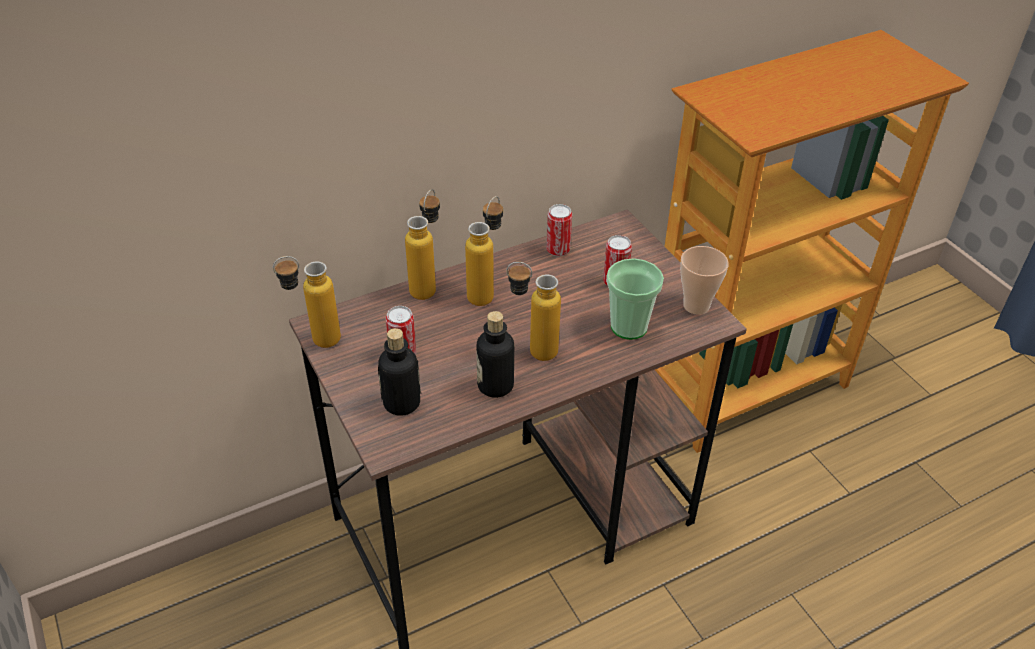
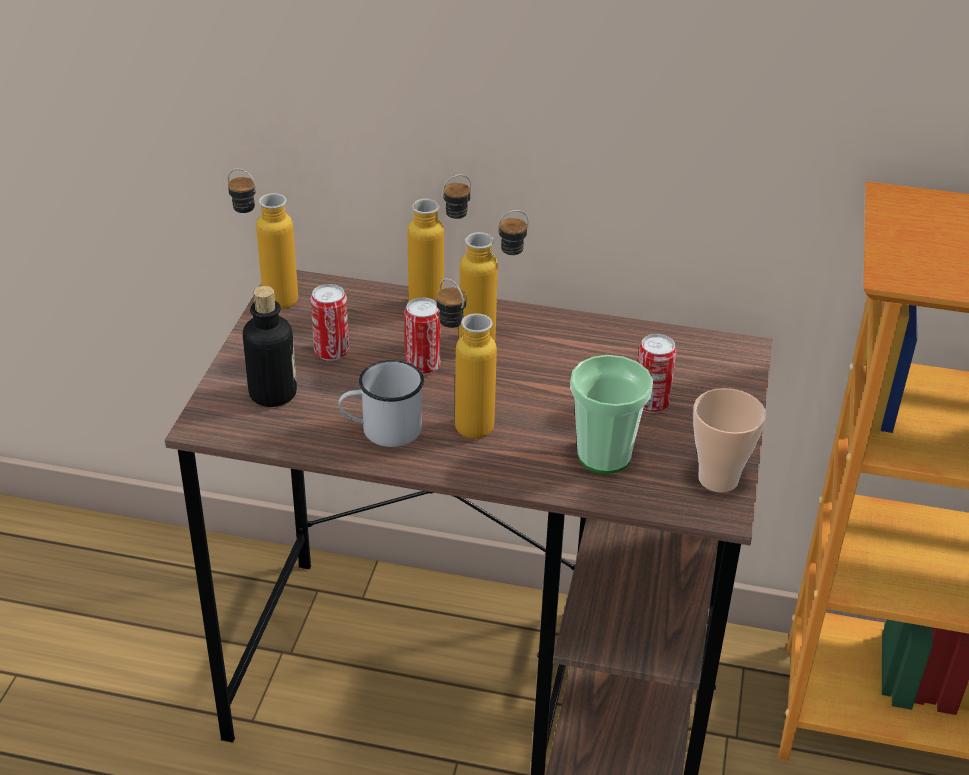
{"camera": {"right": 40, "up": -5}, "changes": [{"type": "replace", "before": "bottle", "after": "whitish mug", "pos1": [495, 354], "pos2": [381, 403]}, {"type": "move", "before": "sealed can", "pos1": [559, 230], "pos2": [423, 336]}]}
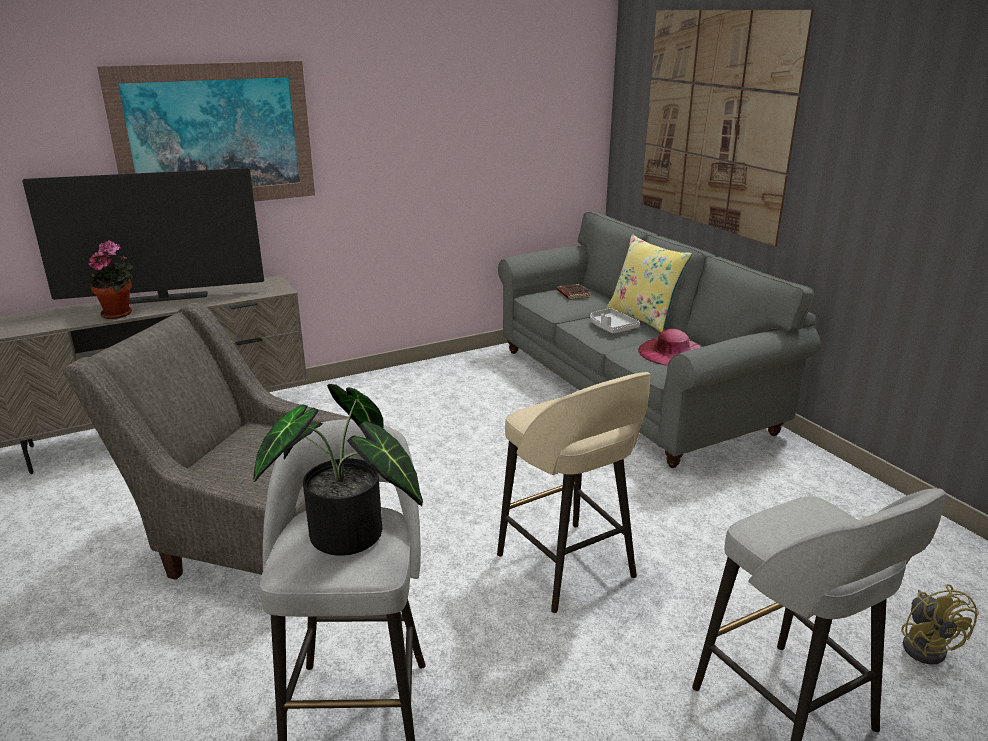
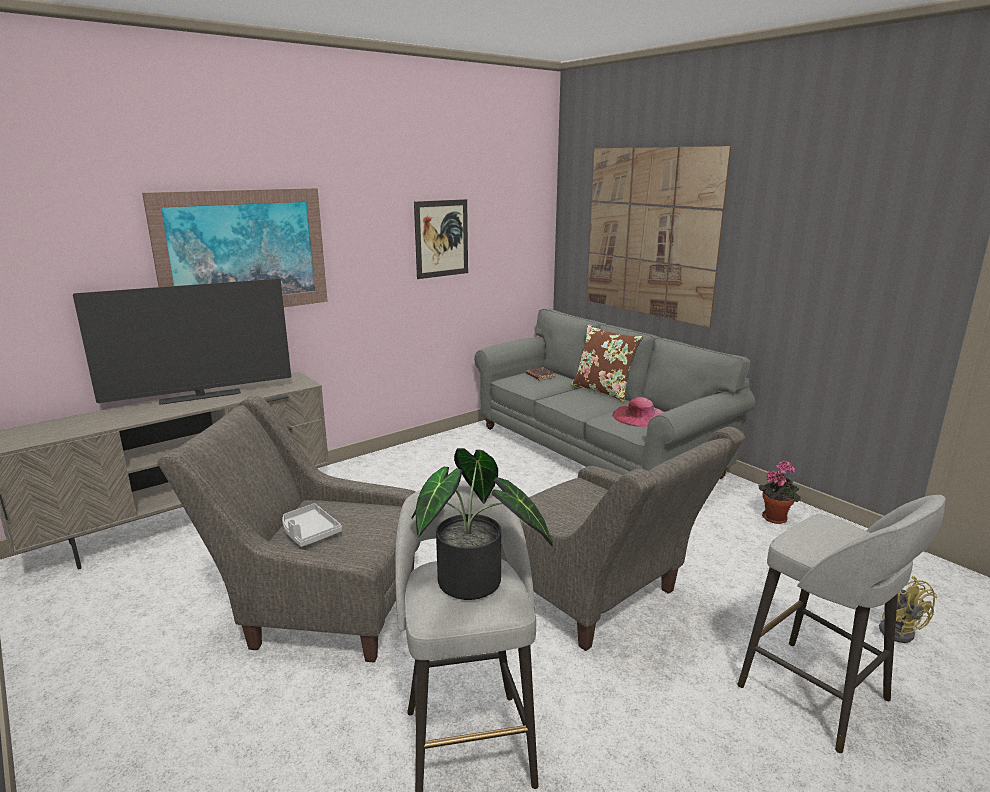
{"camera": {"right": -10, "up": -5}, "changes": [{"type": "move", "before": "gray carrying tray", "pos1": [615, 321], "pos2": [312, 525]}, {"type": "insert", "after": "picture", "pos2": [441, 239]}, {"type": "replace", "before": "beige sitting stool", "after": "gray armchair", "pos1": [574, 492], "pos2": [623, 539]}, {"type": "recolor", "before": "yellowish throw pillow", "after": "brown-coloured throw pillow", "pos1": [649, 283], "pos2": [607, 363]}, {"type": "move", "before": "potted plant", "pos1": [111, 279], "pos2": [780, 492]}]}
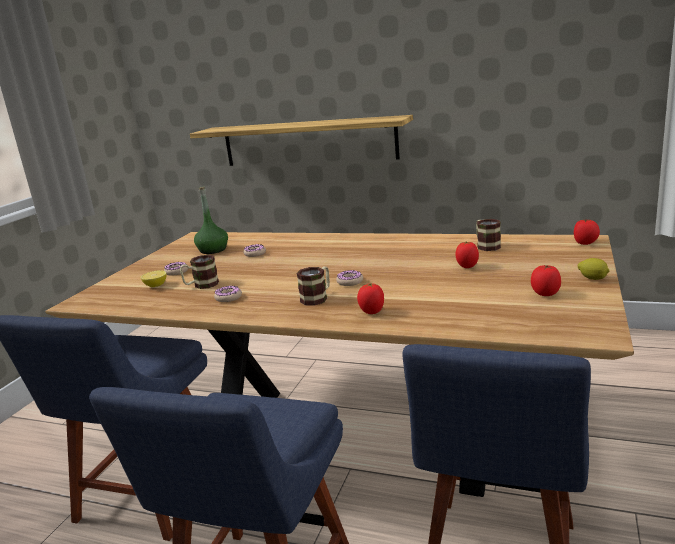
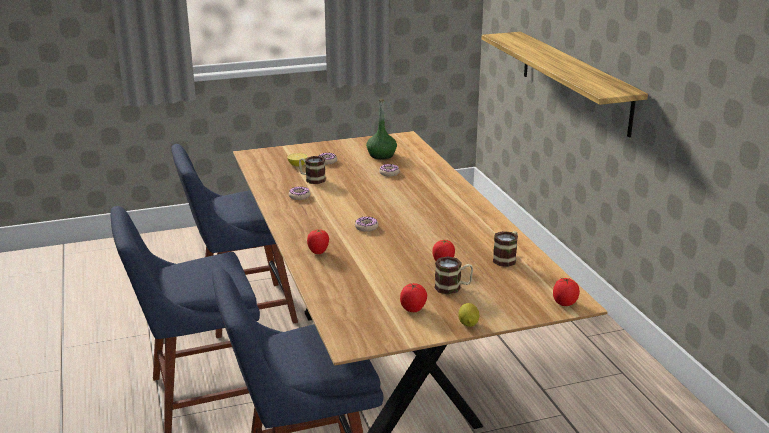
{"camera": {"right": 50, "up": 5}, "changes": [{"type": "move", "before": "mug", "pos1": [313, 286], "pos2": [454, 275]}]}
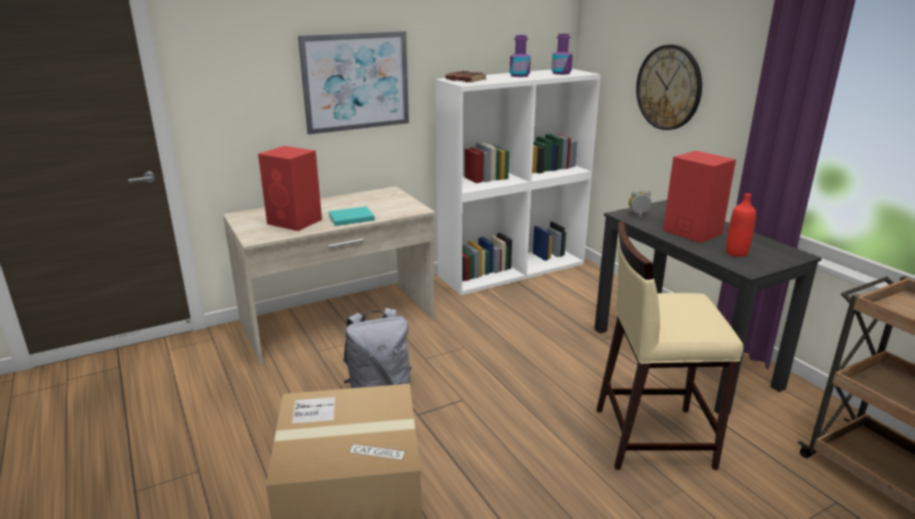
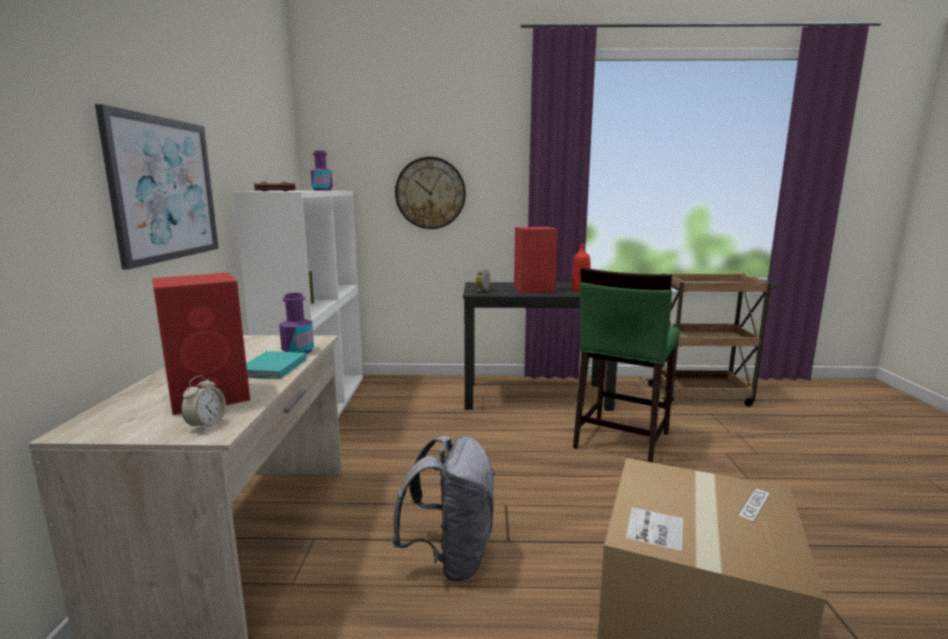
{"camera": {"right": -60, "up": -10}, "changes": [{"type": "insert", "after": "table clock", "pos2": [203, 403]}, {"type": "move", "before": "purple bottle", "pos1": [520, 56], "pos2": [296, 323]}, {"type": "recolor", "before": "beige sitting stool", "after": "greenish sitting stool", "pos1": [669, 345], "pos2": [626, 365]}]}
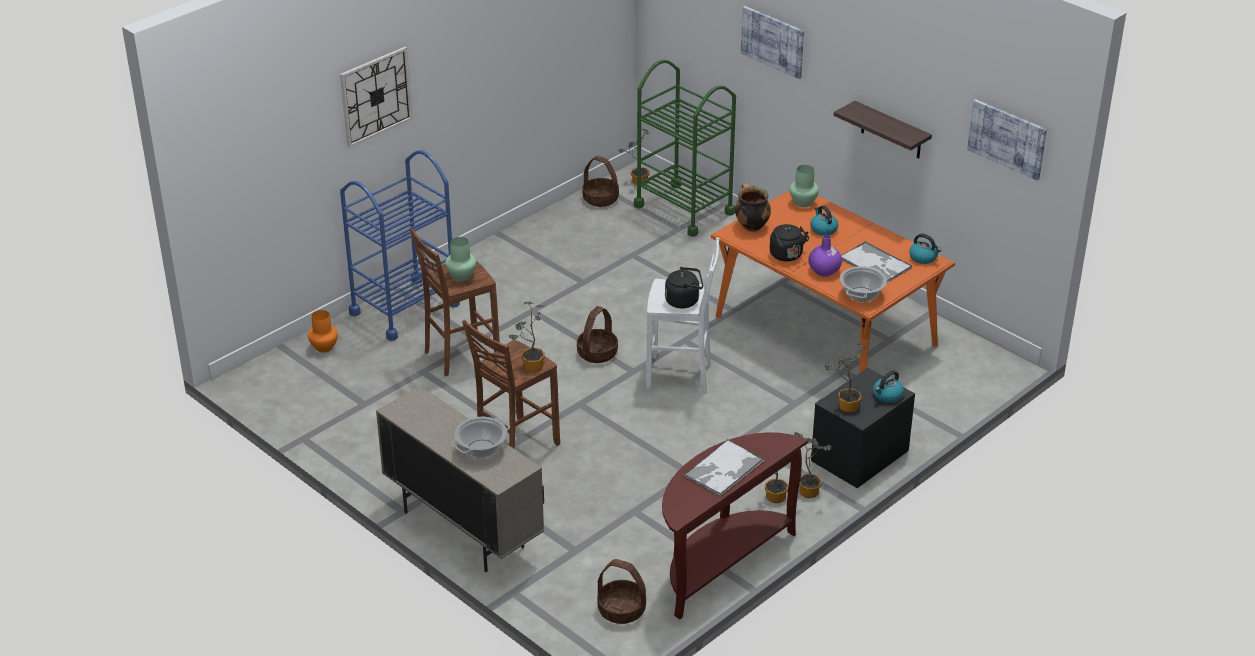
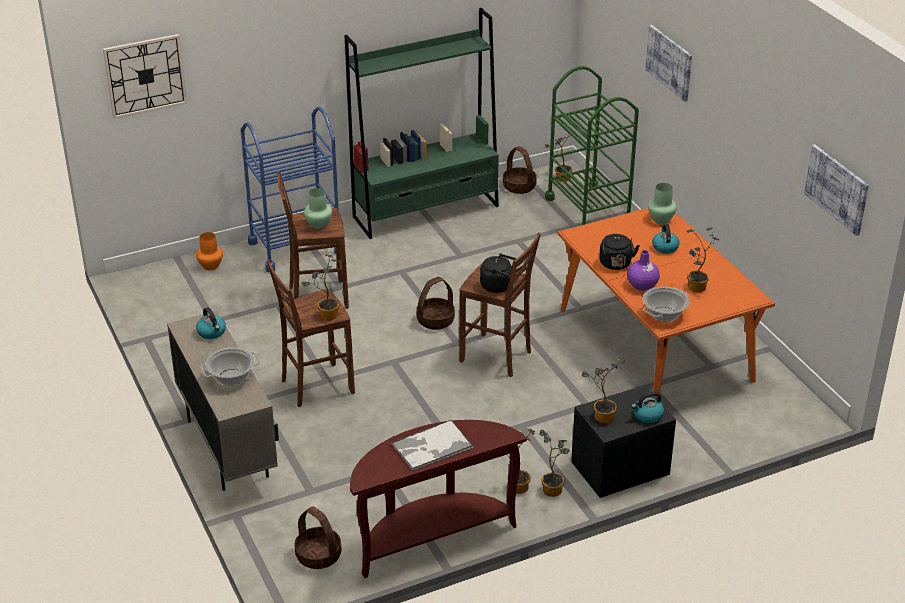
{"camera": {"right": 20, "up": 0}, "changes": [{"type": "move", "before": "hanging clock", "pos1": [376, 97], "pos2": [145, 76]}, {"type": "move", "before": "tea kettle", "pos1": [925, 249], "pos2": [211, 323]}, {"type": "insert", "after": "greenish bookshelf", "pos2": [422, 123]}, {"type": "recolor", "before": "whitish sitting stool", "after": "brown-coloured sitting stool", "pos1": [683, 315], "pos2": [500, 304]}, {"type": "replace", "before": "carrying tray", "after": "potted plant", "pos1": [876, 262], "pos2": [703, 259]}, {"type": "delete", "before": "cooking pot", "pos1": [753, 208]}, {"type": "delete", "before": "wall shelf", "pos1": [883, 130]}]}
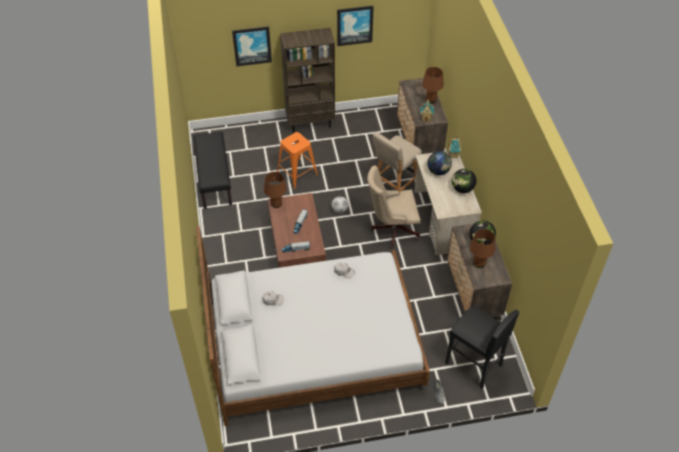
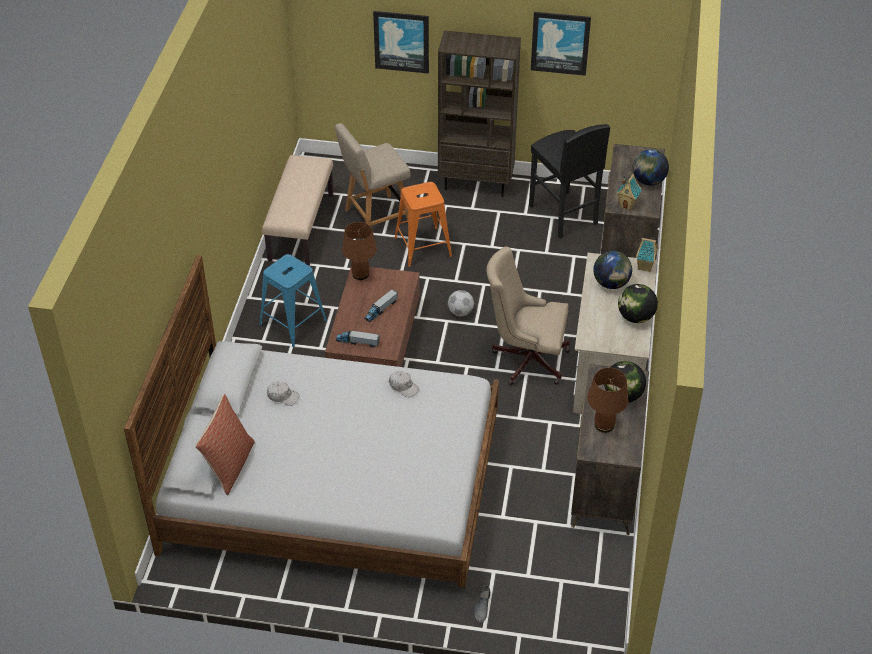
{"camera": {"right": 20, "up": -5}, "changes": [{"type": "insert", "after": "throw pillow", "pos2": [225, 444]}, {"type": "insert", "after": "blue-coloured sitting stool", "pos2": [293, 300]}, {"type": "recolor", "before": "black indoor bench", "after": "beige indoor bench", "pos1": [212, 170], "pos2": [297, 210]}, {"type": "move", "before": "beige upright chair", "pos1": [397, 162], "pos2": [373, 174]}, {"type": "move", "before": "black sitting stool", "pos1": [482, 347], "pos2": [569, 181]}, {"type": "replace", "before": "brown-coloured lamp for a table", "after": "globe", "pos1": [433, 85], "pos2": [651, 167]}]}
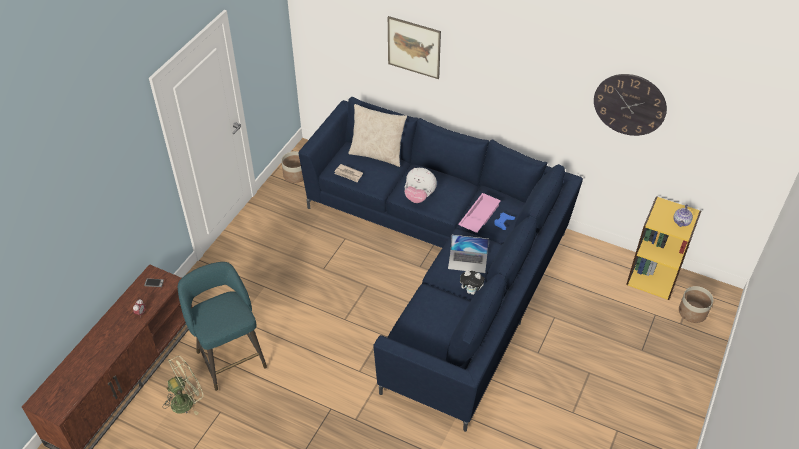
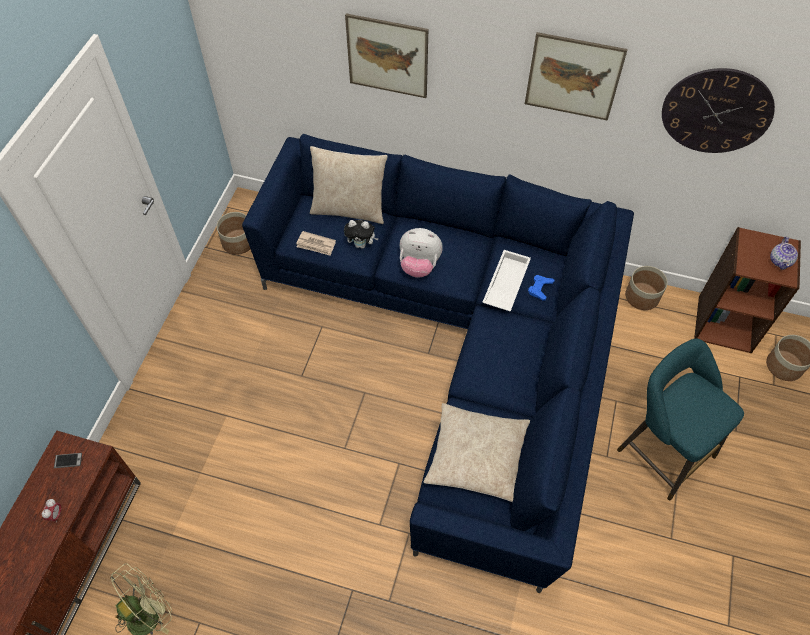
{"camera": {"right": -10, "up": 10}, "changes": [{"type": "move", "before": "soft toy", "pos1": [472, 282], "pos2": [361, 234]}, {"type": "insert", "after": "beige throw pillow", "pos2": [477, 452]}, {"type": "recolor", "before": "pinkish carrying tray", "after": "whitish carrying tray", "pos1": [479, 213], "pos2": [506, 281]}, {"type": "insert", "after": "picture", "pos2": [576, 76]}, {"type": "move", "before": "turquoise-coloured sitting stool", "pos1": [222, 326], "pos2": [680, 419]}, {"type": "insert", "after": "planter", "pos2": [646, 288]}, {"type": "recolor", "before": "yellowish bookshelf", "after": "brown-coloured bookshelf", "pos1": [663, 248], "pos2": [747, 290]}, {"type": "delete", "before": "laptop", "pos1": [468, 254]}]}
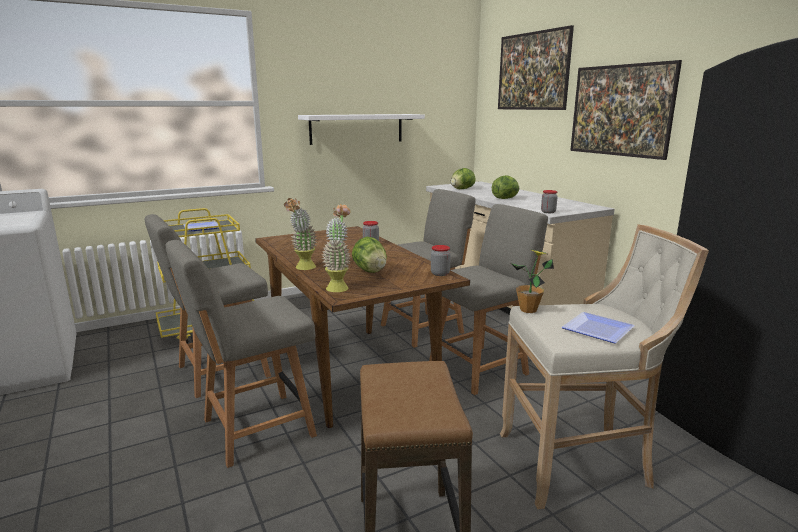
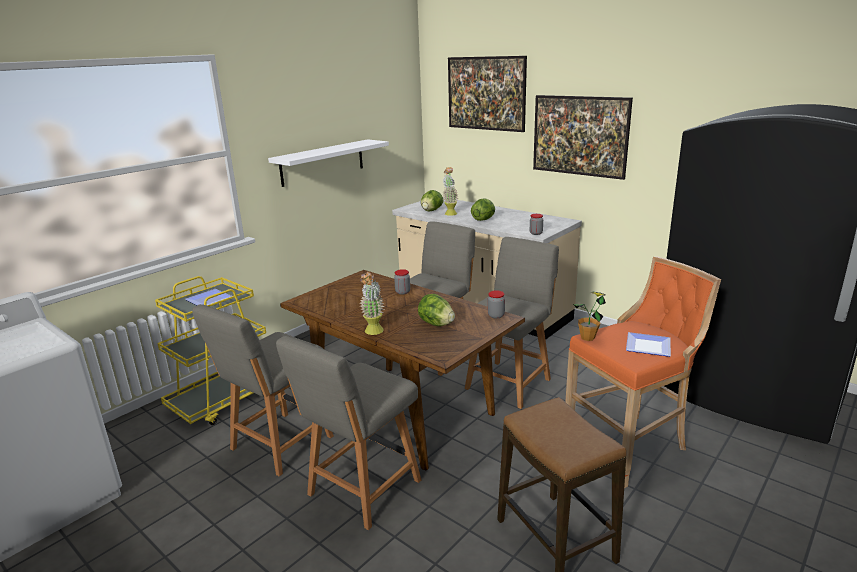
{"camera": {"right": -20, "up": 5}, "changes": [{"type": "move", "before": "potted plant", "pos1": [336, 248], "pos2": [451, 191]}, {"type": "recolor", "before": "beige sitting stool", "after": "orange-coloured sitting stool", "pos1": [604, 366], "pos2": [643, 372]}]}
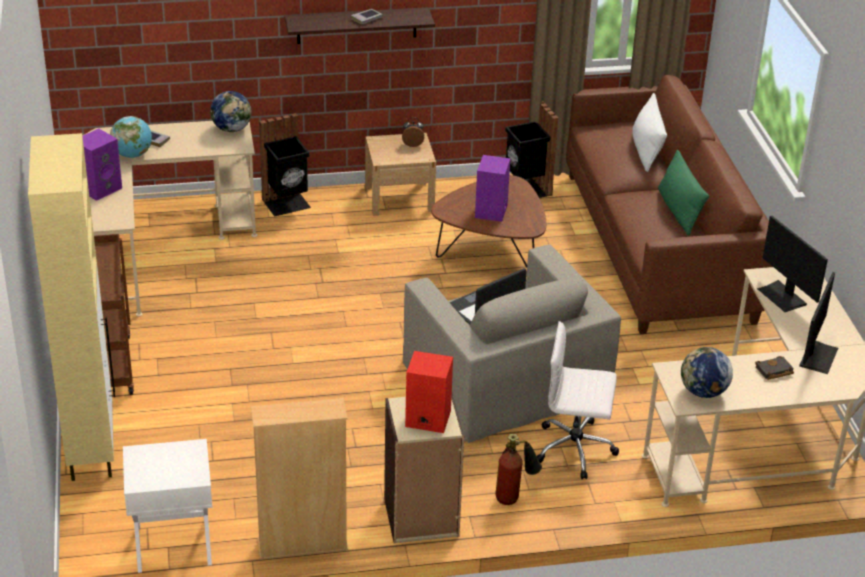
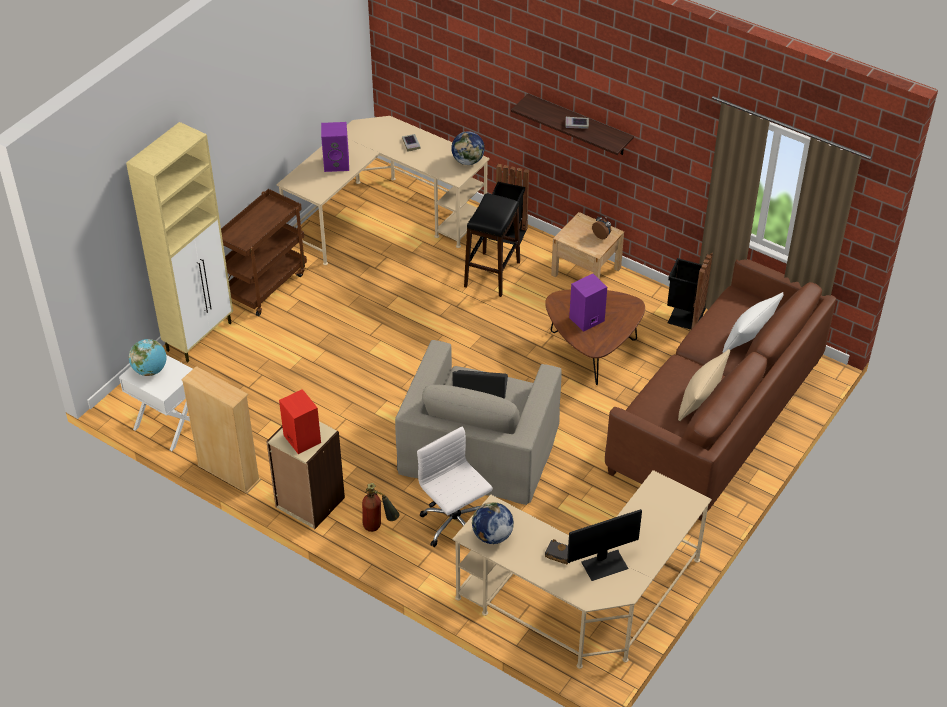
{"camera": {"right": 45, "up": 10}, "changes": [{"type": "move", "before": "globe", "pos1": [131, 137], "pos2": [147, 357]}, {"type": "insert", "after": "black sitting stool", "pos2": [492, 245]}, {"type": "recolor", "before": "greenish throw pillow", "after": "beige throw pillow", "pos1": [683, 192], "pos2": [704, 385]}, {"type": "delete", "before": "computer display", "pos1": [792, 264]}]}
